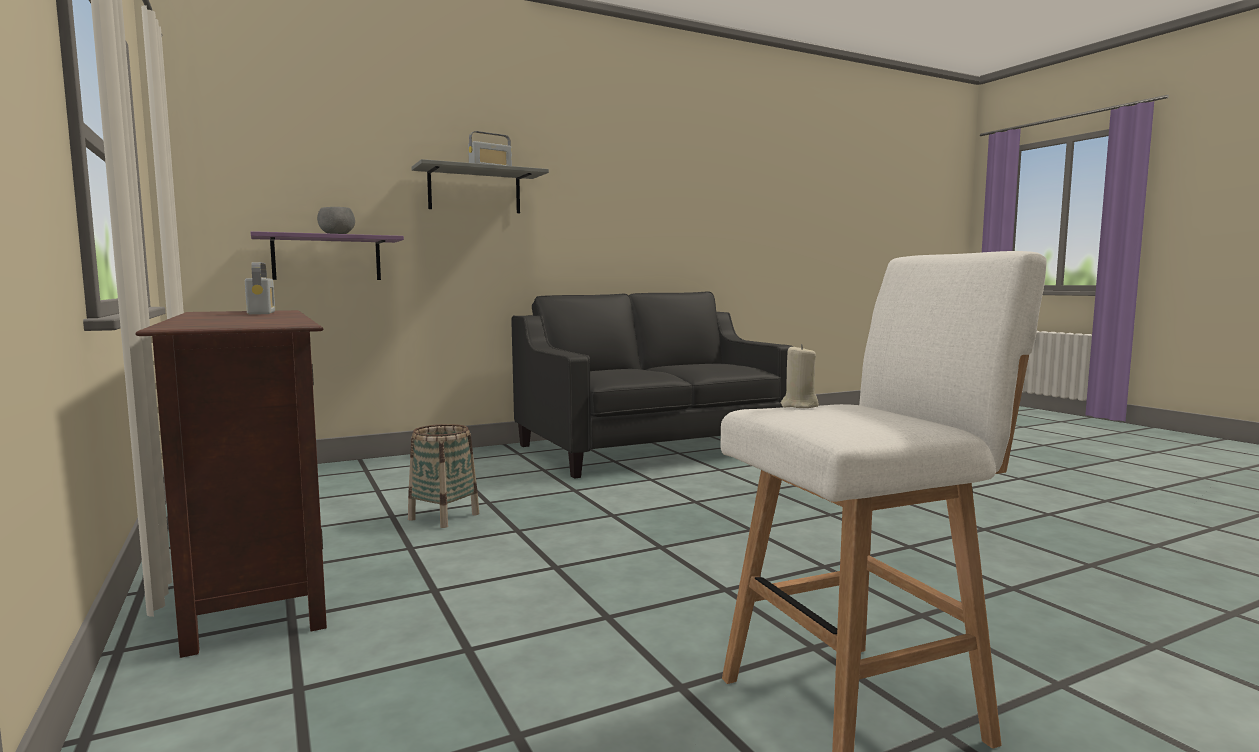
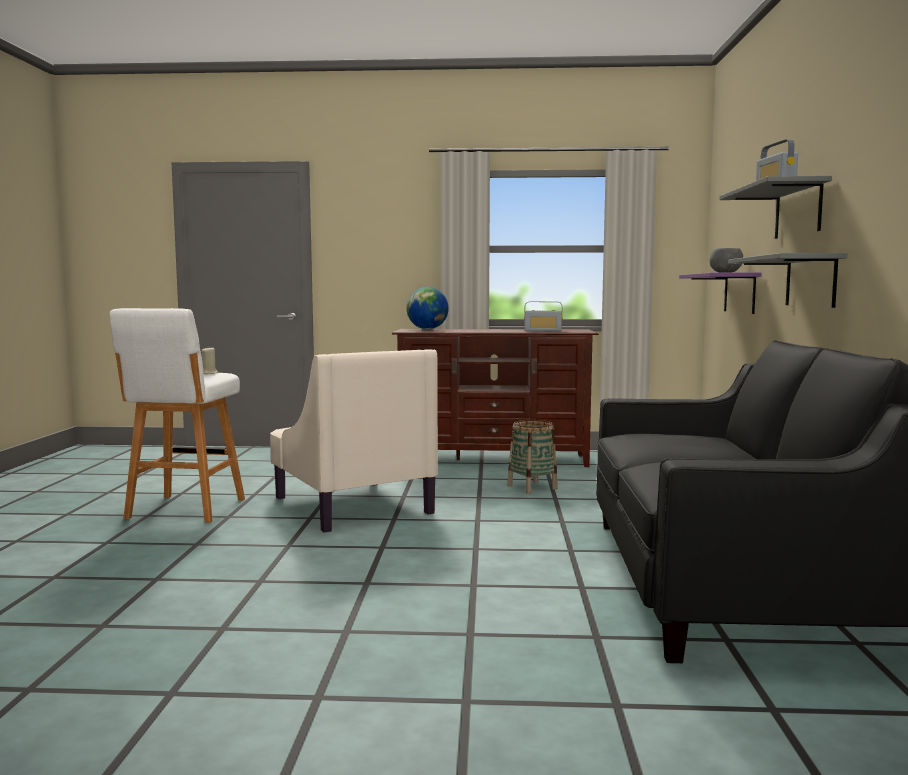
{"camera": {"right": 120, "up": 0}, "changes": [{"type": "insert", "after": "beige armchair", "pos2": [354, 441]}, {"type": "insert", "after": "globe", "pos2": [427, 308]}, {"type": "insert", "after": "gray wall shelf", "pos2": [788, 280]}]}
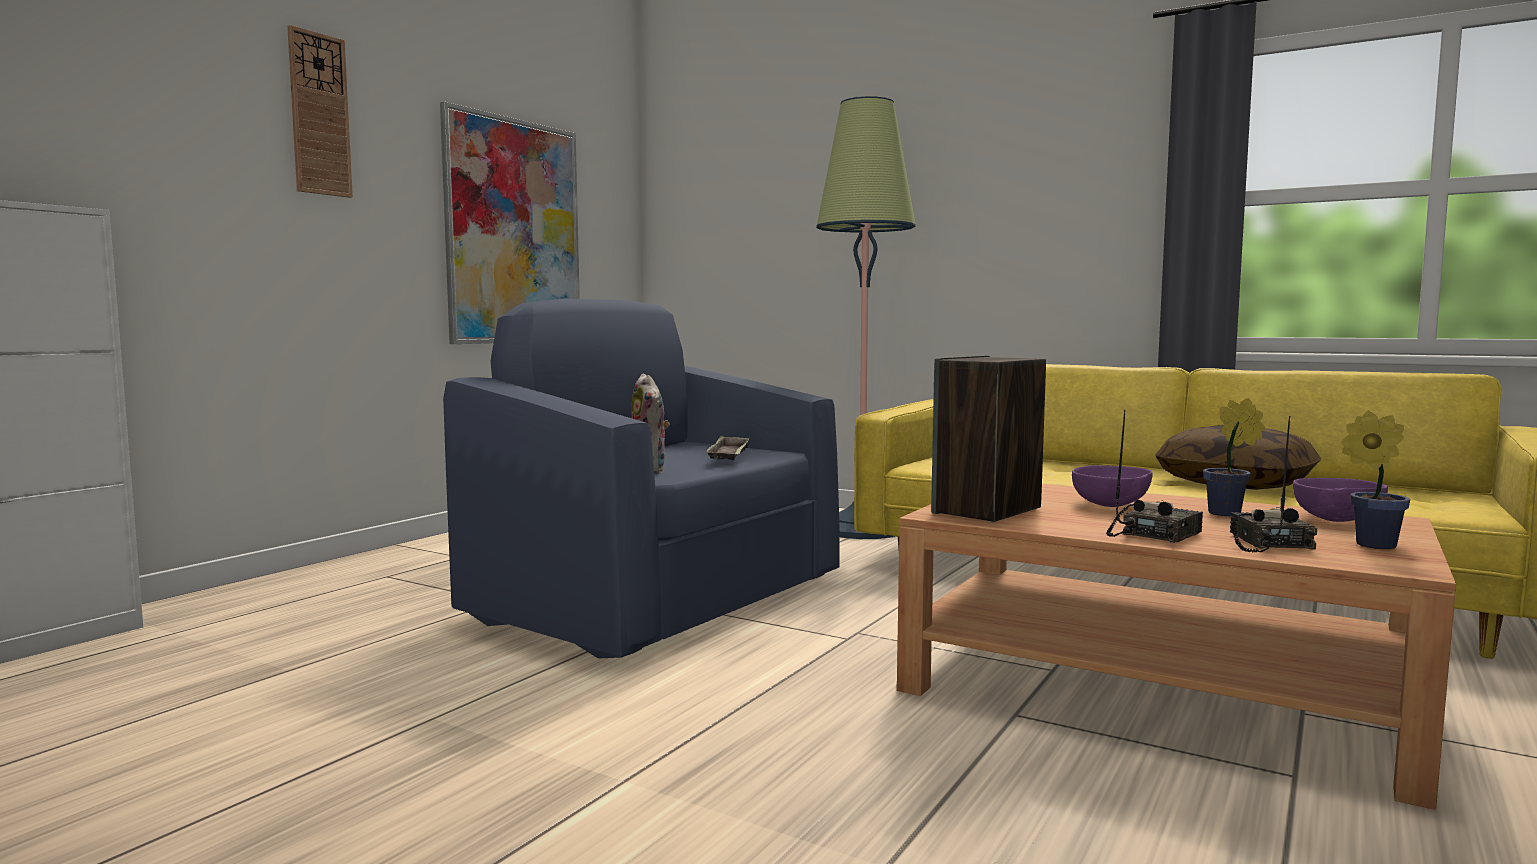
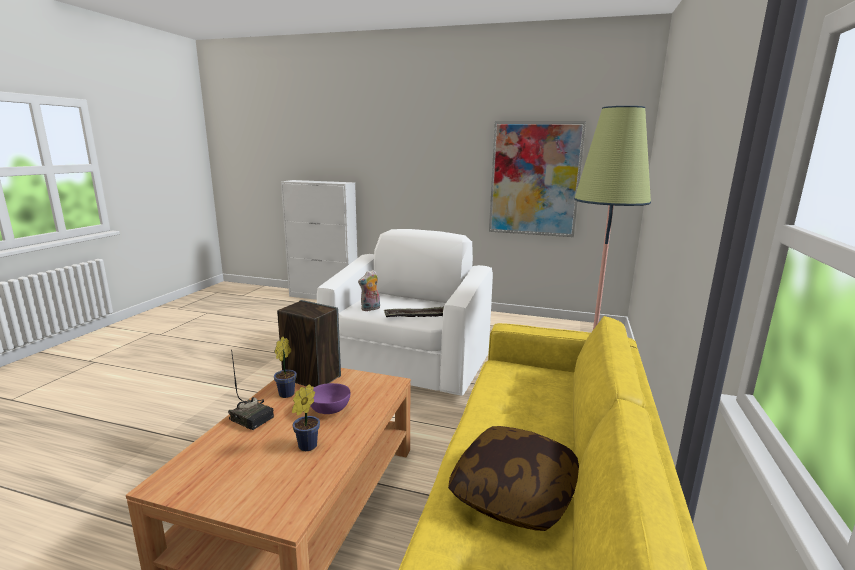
{"camera": {"right": 75, "up": 10}, "changes": [{"type": "move", "before": "potted plant", "pos1": [1375, 480], "pos2": [285, 367]}, {"type": "recolor", "before": "blue-coloured armchair", "after": "whitish armchair", "pos1": [641, 478], "pos2": [405, 312]}, {"type": "delete", "before": "hanging clock", "pos1": [320, 111]}, {"type": "delete", "before": "radio set", "pos1": [1273, 484]}, {"type": "delete", "before": "purple bowl", "pos1": [1340, 500]}]}
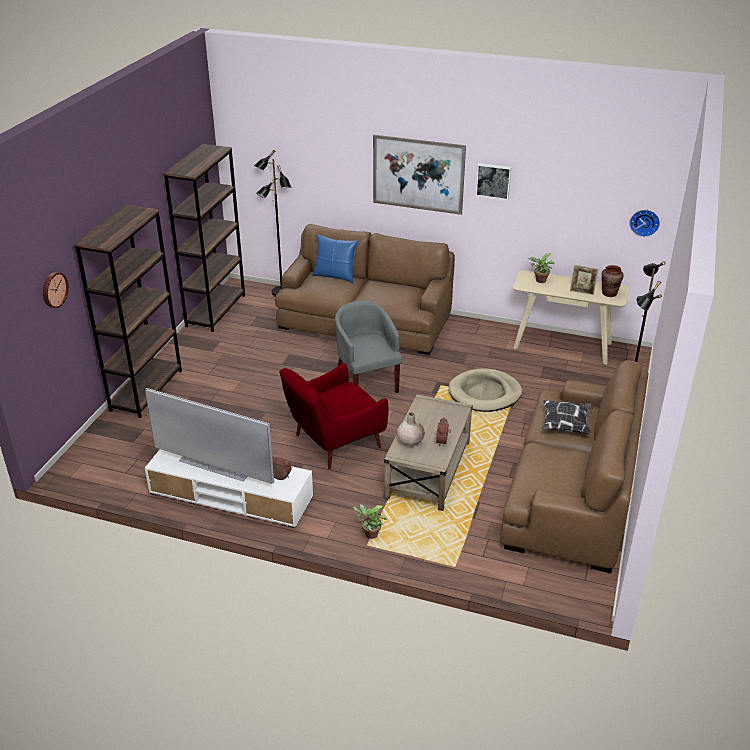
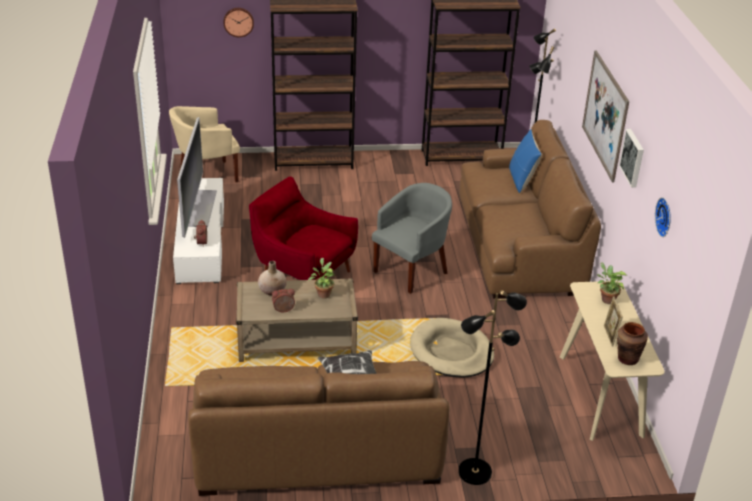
{"camera": {"right": 65, "up": 0}, "changes": [{"type": "insert", "after": "beige armchair", "pos2": [204, 144]}, {"type": "move", "before": "potted plant", "pos1": [369, 521], "pos2": [321, 278]}, {"type": "move", "before": "hanging clock", "pos1": [644, 223], "pos2": [663, 217]}]}
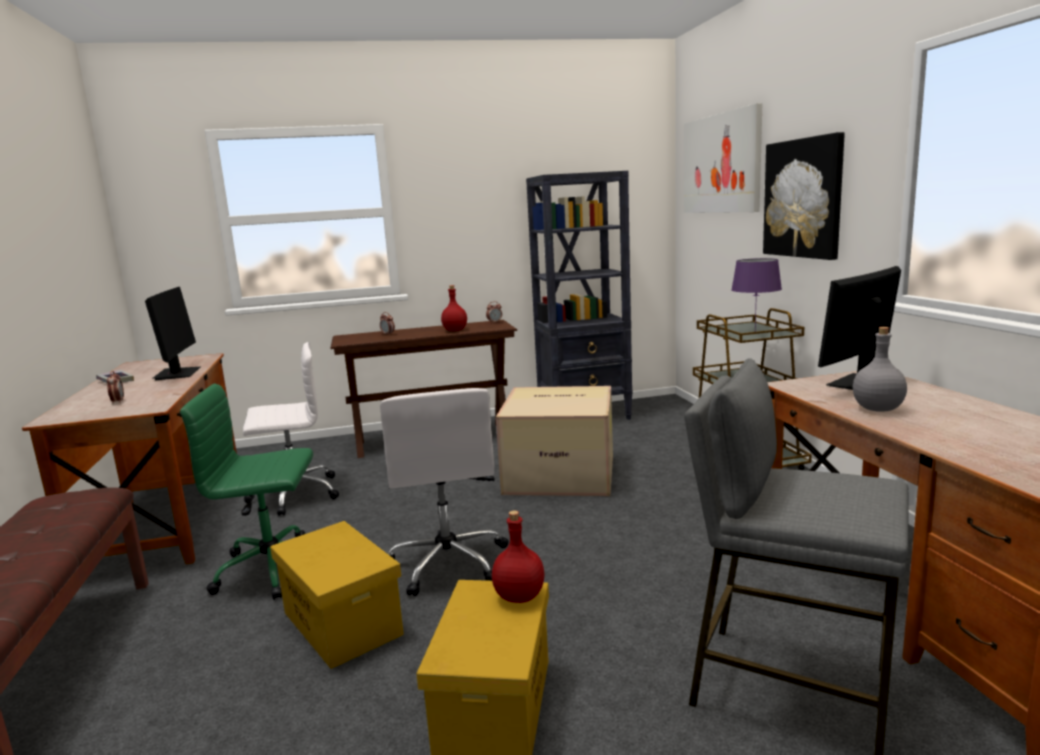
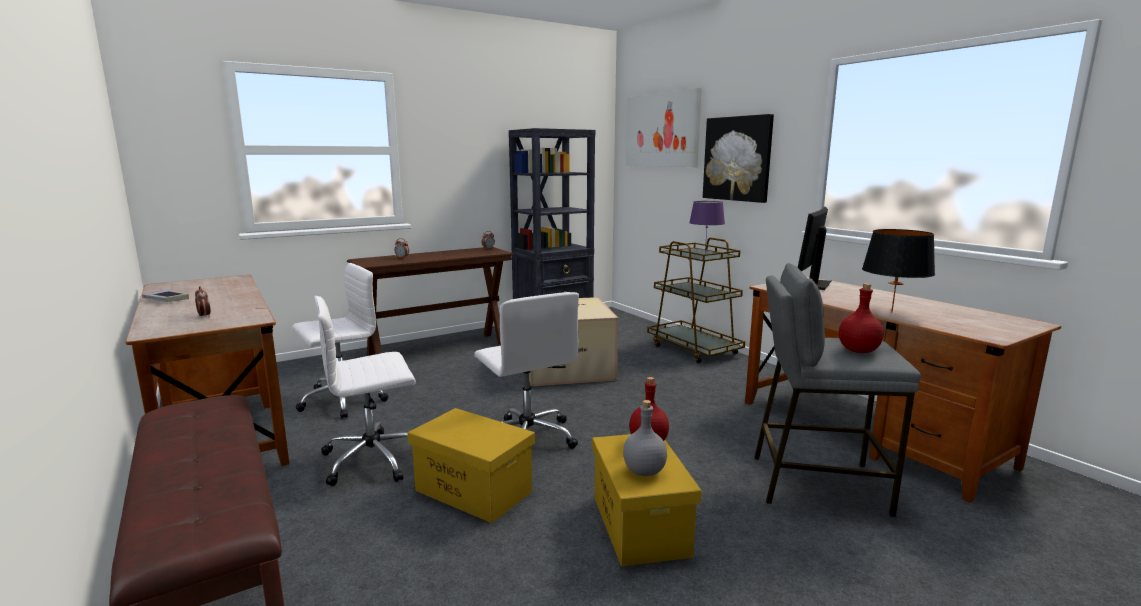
{"camera": {"right": -20, "up": 0}, "changes": [{"type": "recolor", "before": "greenish office chair", "after": "whitish office chair", "pos1": [246, 492], "pos2": [365, 391]}, {"type": "move", "before": "gray bottle", "pos1": [880, 369], "pos2": [645, 438]}, {"type": "move", "before": "red-coloured bottle", "pos1": [454, 308], "pos2": [861, 318]}, {"type": "insert", "after": "black lamp for a table", "pos2": [898, 271]}, {"type": "delete", "before": "computer display", "pos1": [172, 333]}]}
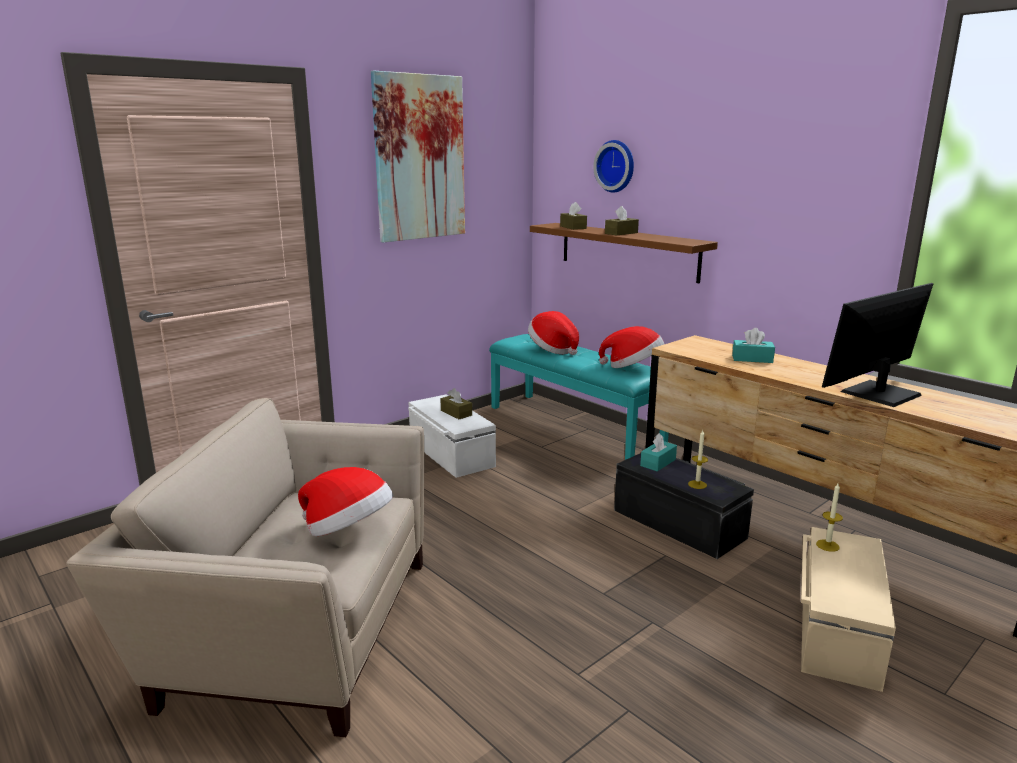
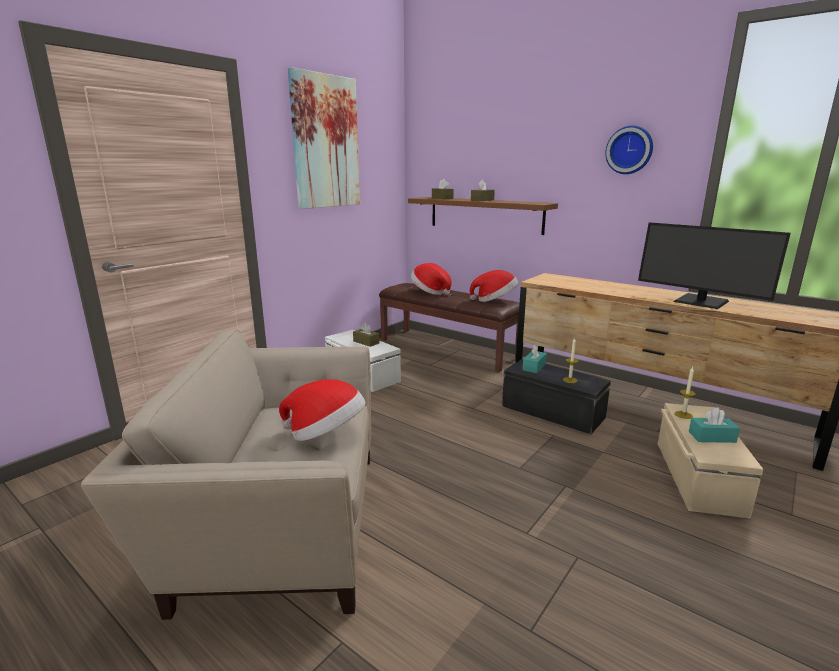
{"camera": {"right": -10, "up": 0}, "changes": [{"type": "recolor", "before": "turquoise-coloured indoor bench", "after": "brown-coloured indoor bench", "pos1": [579, 397], "pos2": [449, 327]}, {"type": "move", "before": "hanging clock", "pos1": [613, 166], "pos2": [629, 149]}, {"type": "rotate", "before": "computer display", "pos1": [878, 345], "pos2": [714, 265], "turn": -90}, {"type": "move", "before": "turquoise-coloured box of tissues", "pos1": [753, 345], "pos2": [714, 425]}]}
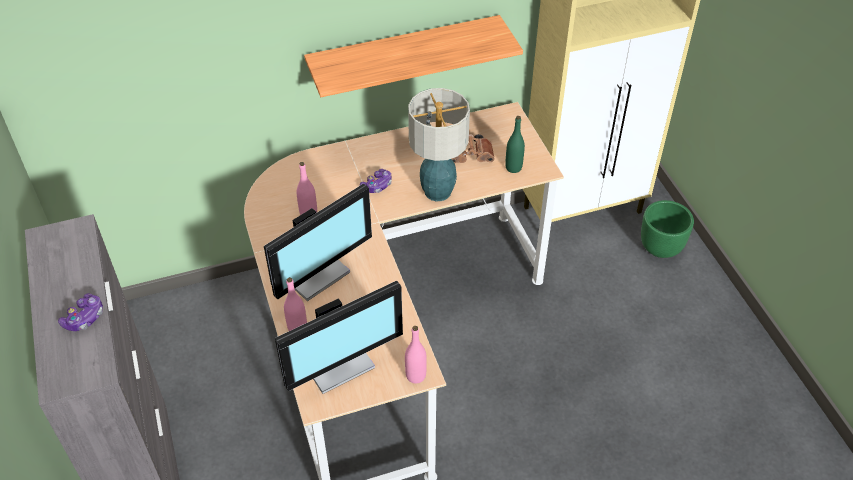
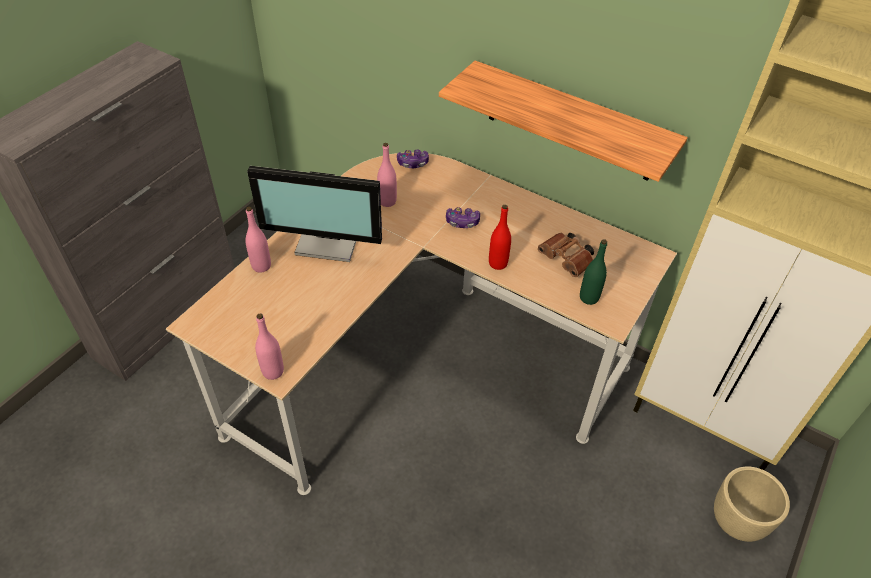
{"camera": {"right": 50, "up": 0}, "changes": [{"type": "move", "before": "gamepad", "pos1": [80, 312], "pos2": [413, 158]}, {"type": "replace", "before": "lamp for a table", "after": "red-coloured bottle", "pos1": [439, 144], "pos2": [500, 237]}, {"type": "recolor", "before": "greenish planter", "after": "beige planter", "pos1": [667, 229], "pos2": [752, 504]}, {"type": "delete", "before": "computer display", "pos1": [339, 337]}]}
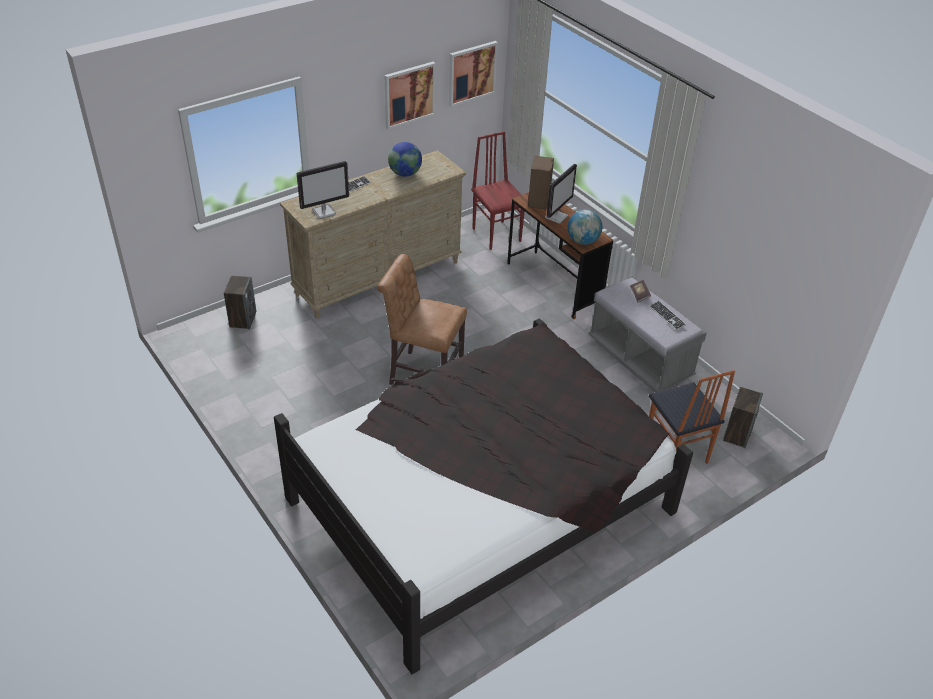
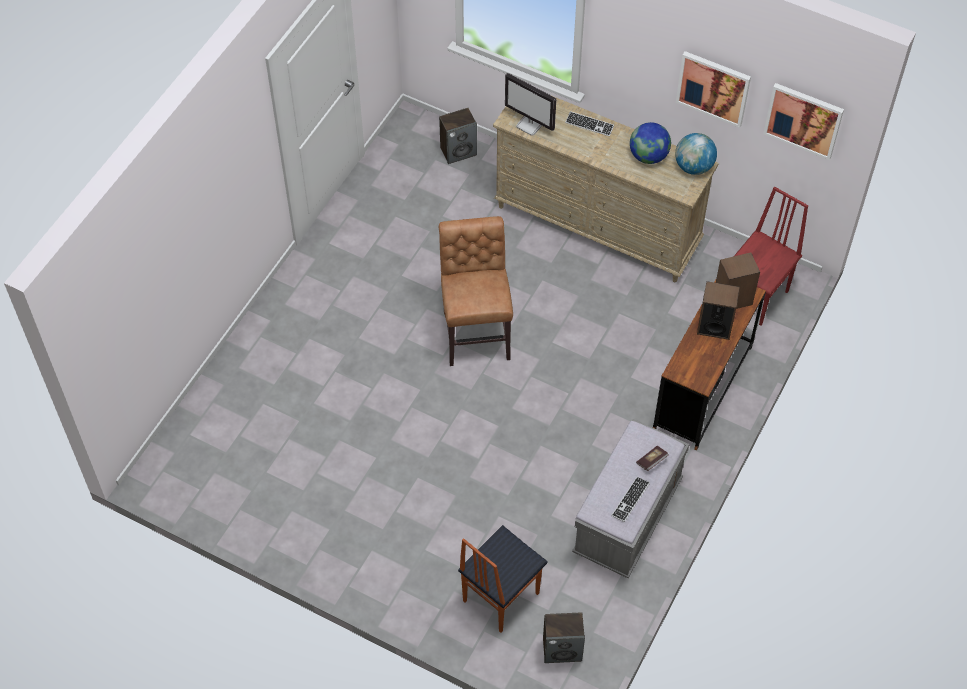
{"camera": {"right": 65, "up": 15}, "changes": [{"type": "move", "before": "globe", "pos1": [585, 227], "pos2": [696, 154]}, {"type": "replace", "before": "computer display", "after": "speaker", "pos1": [561, 193], "pos2": [718, 310]}, {"type": "delete", "before": "black bed", "pos1": [483, 496]}]}
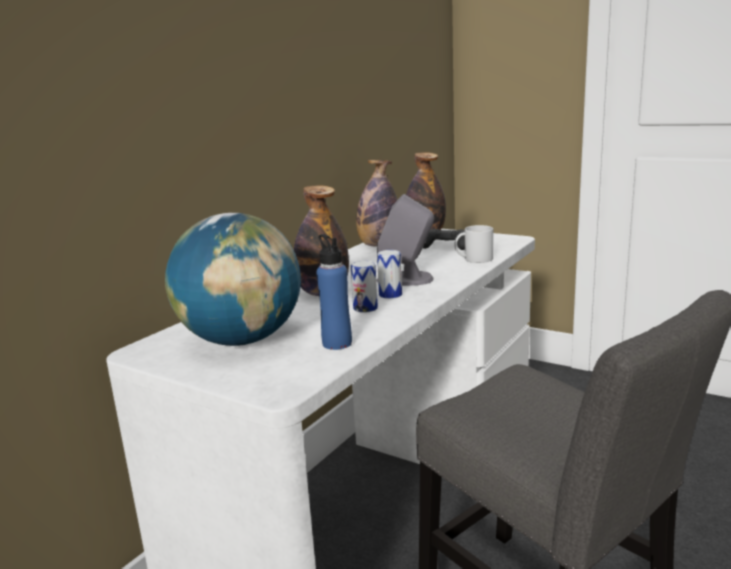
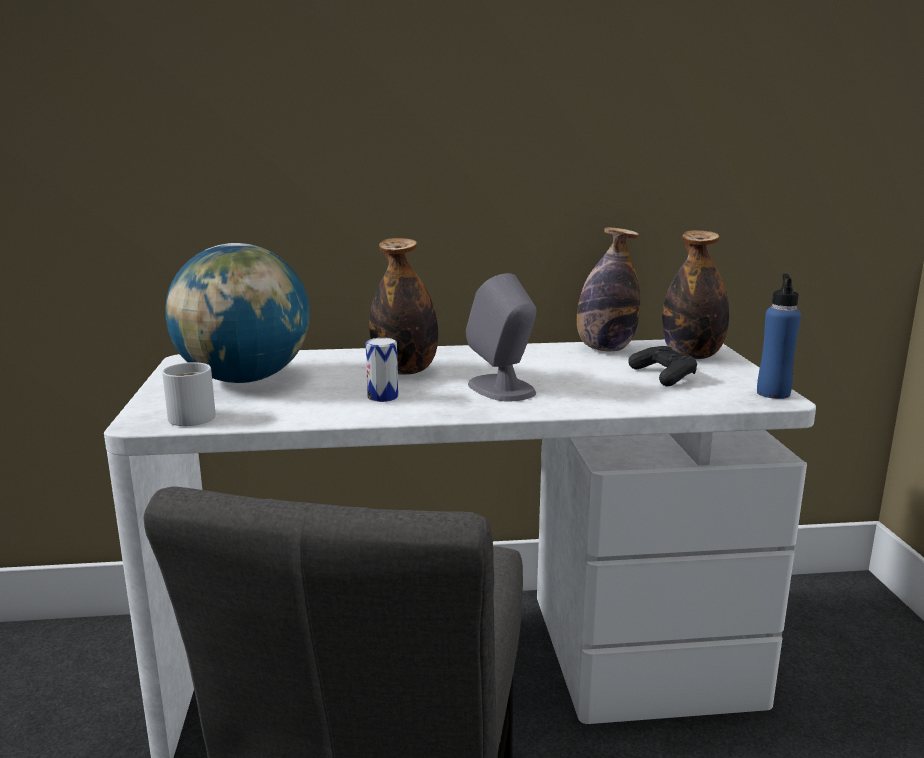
{"camera": {"right": 50, "up": 0}, "changes": [{"type": "move", "before": "whitish mug", "pos1": [473, 244], "pos2": [189, 394]}, {"type": "move", "before": "blue-coloured bottle", "pos1": [334, 292], "pos2": [779, 336]}, {"type": "delete", "before": "sealed can", "pos1": [389, 274]}]}
